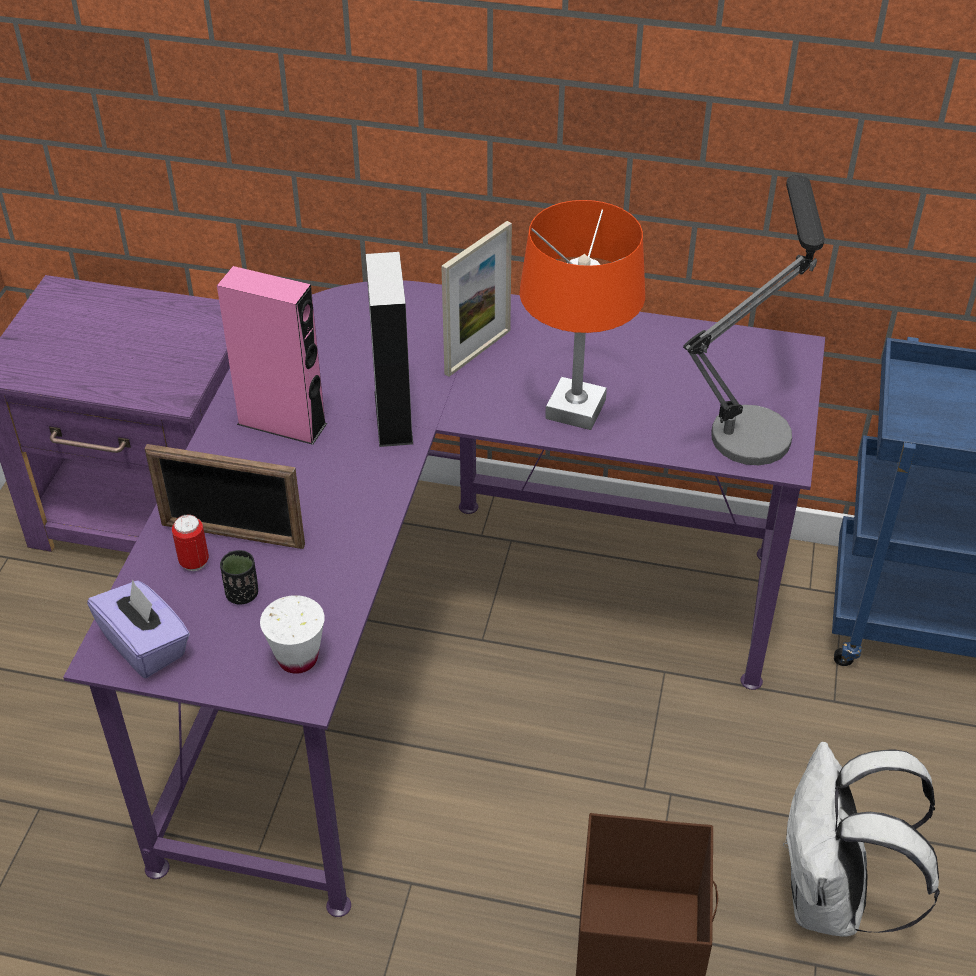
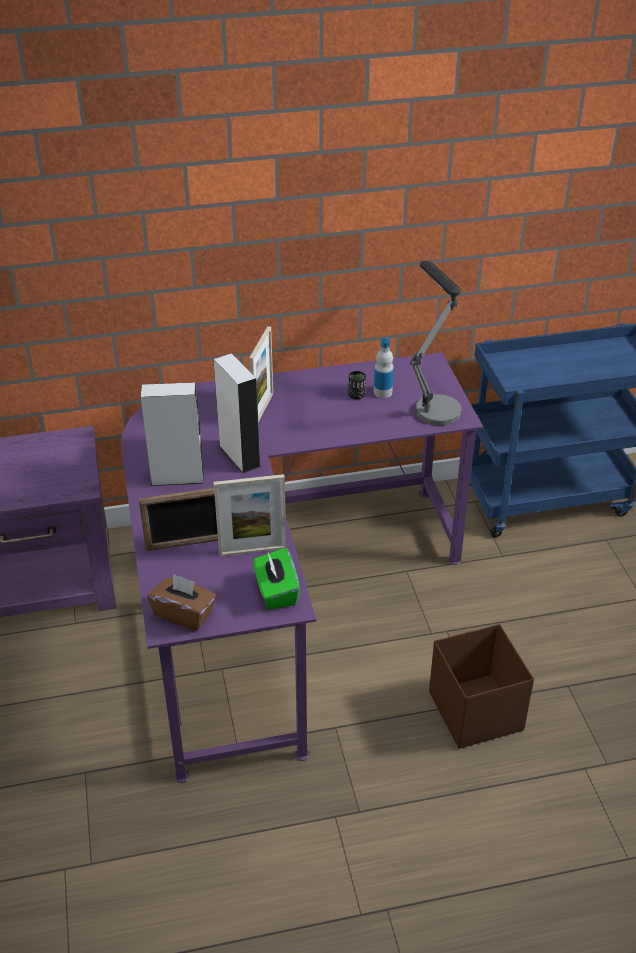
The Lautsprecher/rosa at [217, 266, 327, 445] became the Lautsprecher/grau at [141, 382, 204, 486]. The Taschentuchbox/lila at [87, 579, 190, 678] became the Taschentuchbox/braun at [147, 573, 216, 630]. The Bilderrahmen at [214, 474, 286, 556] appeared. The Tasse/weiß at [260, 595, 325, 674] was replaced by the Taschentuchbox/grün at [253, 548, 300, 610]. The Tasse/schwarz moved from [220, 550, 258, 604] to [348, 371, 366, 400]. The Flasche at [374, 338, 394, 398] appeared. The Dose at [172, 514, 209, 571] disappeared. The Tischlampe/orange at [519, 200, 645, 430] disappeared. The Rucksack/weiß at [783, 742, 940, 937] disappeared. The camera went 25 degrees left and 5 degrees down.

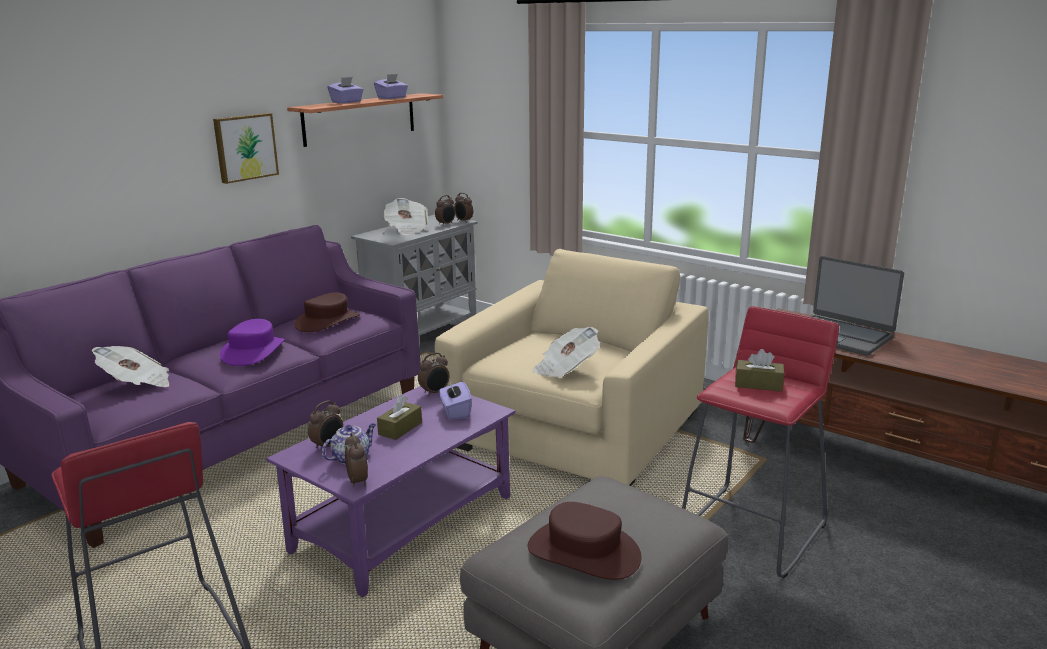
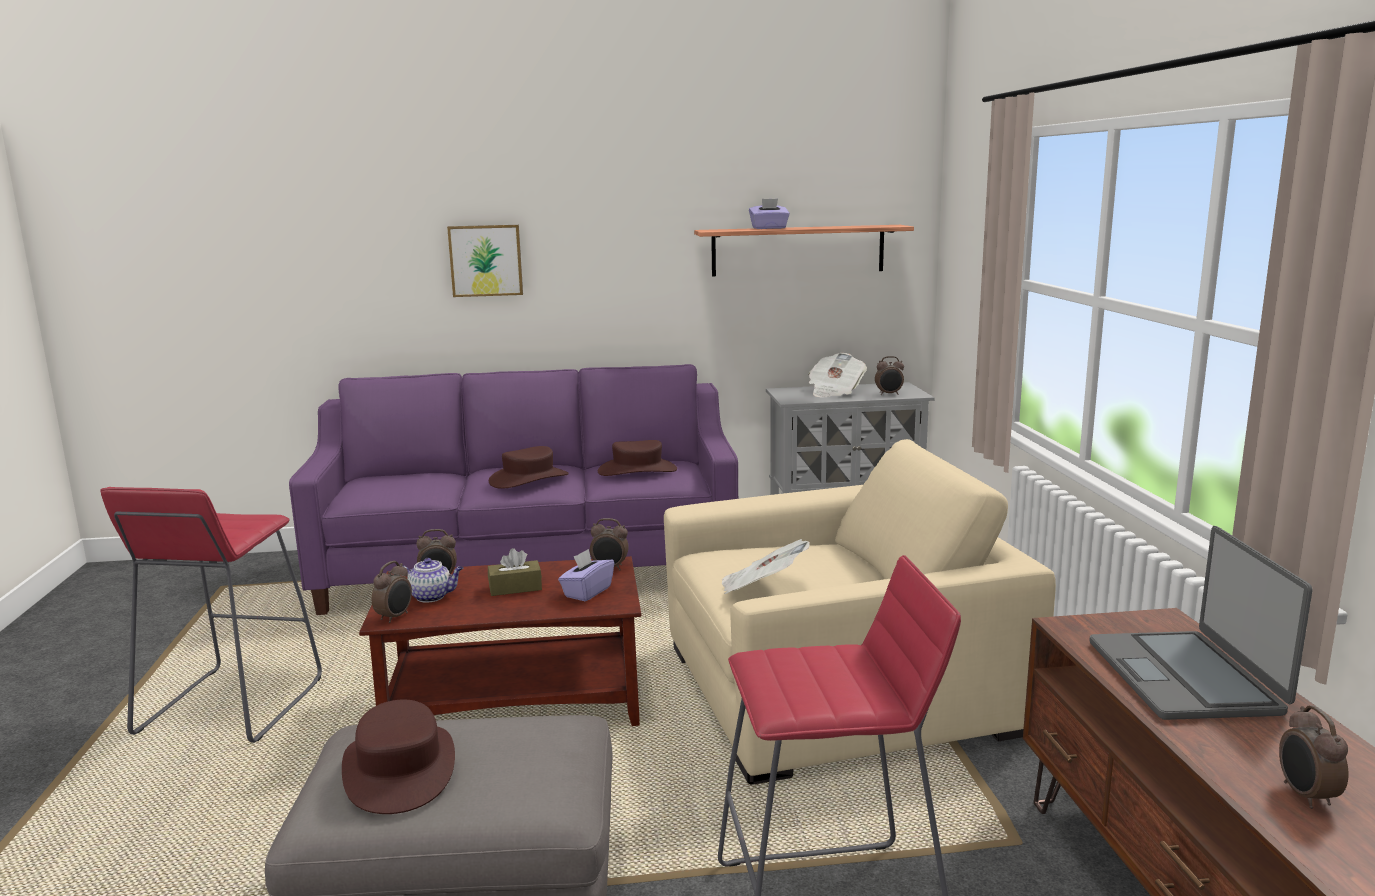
The Couchtisch/lila at [266, 386, 516, 597] became the Couchtisch/braun at [359, 556, 641, 726]. The Bild moved from [213, 113, 279, 184] to [447, 225, 523, 297]. The Hut/lila at [220, 319, 284, 366] became the Hut/braun at [489, 446, 569, 489]. The Wecker moved from [454, 193, 473, 223] to [1279, 705, 1348, 809]. The Zeitung at [92, 346, 169, 387] disappeared. The Taschentuchbox/lila at [374, 74, 408, 99] disappeared. The Taschentuchbox/braun at [735, 349, 784, 392] disappeared. The camera went 45 degrees right and 5 degrees down.

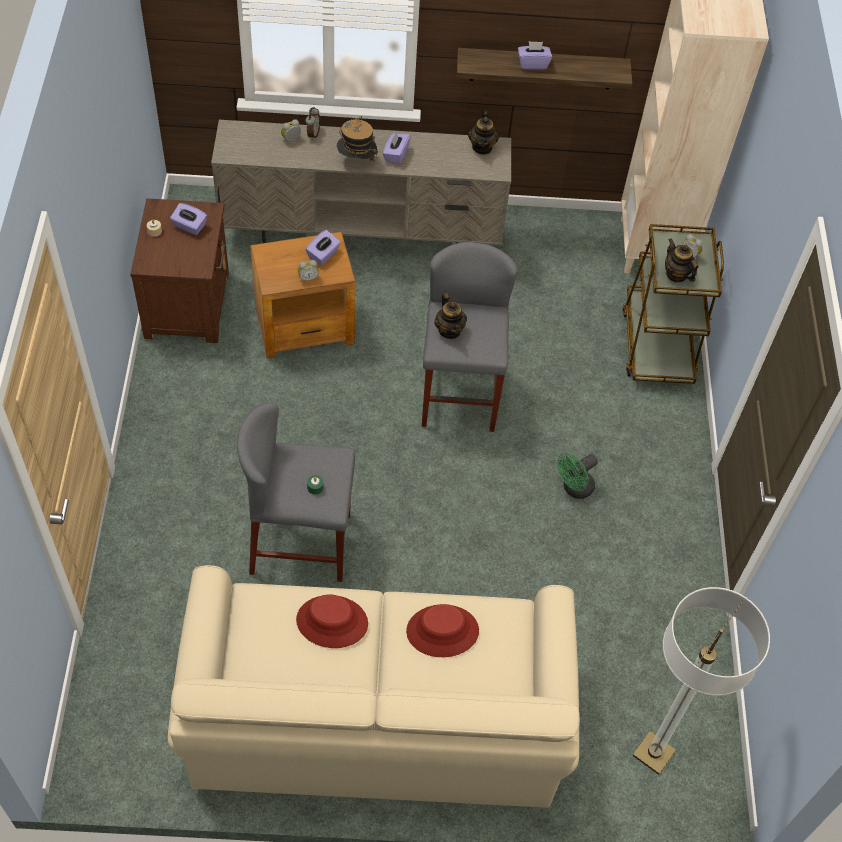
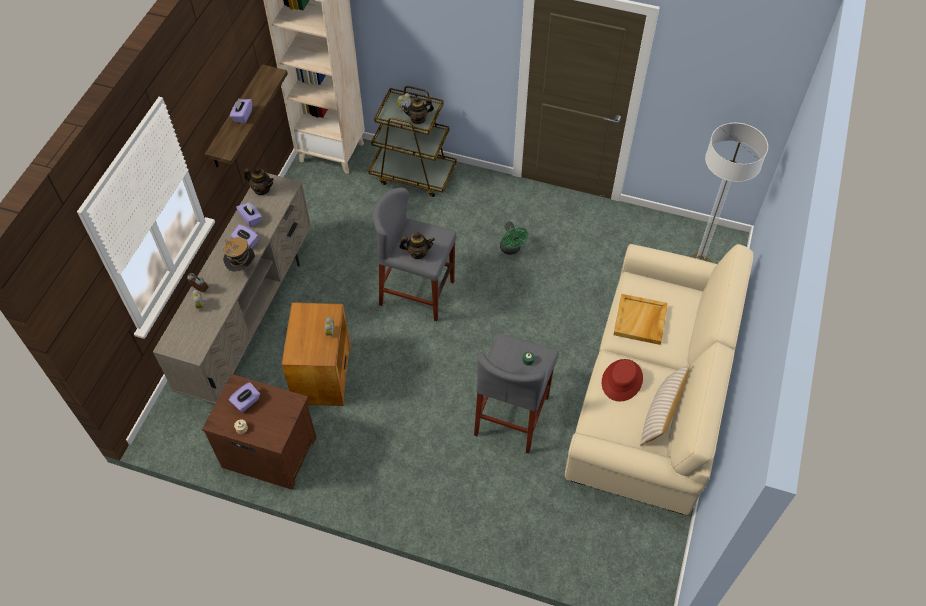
The Taschentuchbox/lila moved from [306, 230, 341, 265] to [236, 202, 262, 227]. The Hut/rot at [406, 604, 479, 657] was replaced by the Tablett/beige at [613, 294, 668, 345]. The Kissen/beige at [640, 364, 690, 446] appeared. The camera went 70 degrees left and 0 degrees up.

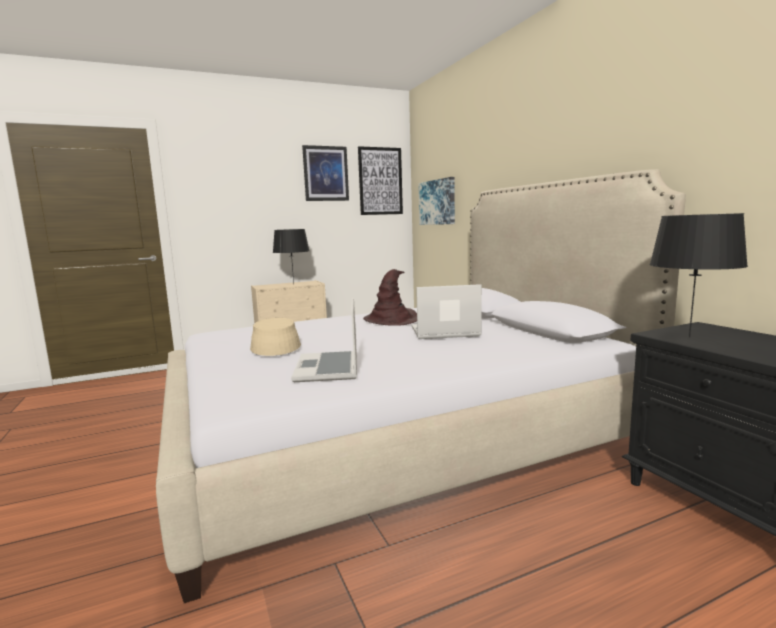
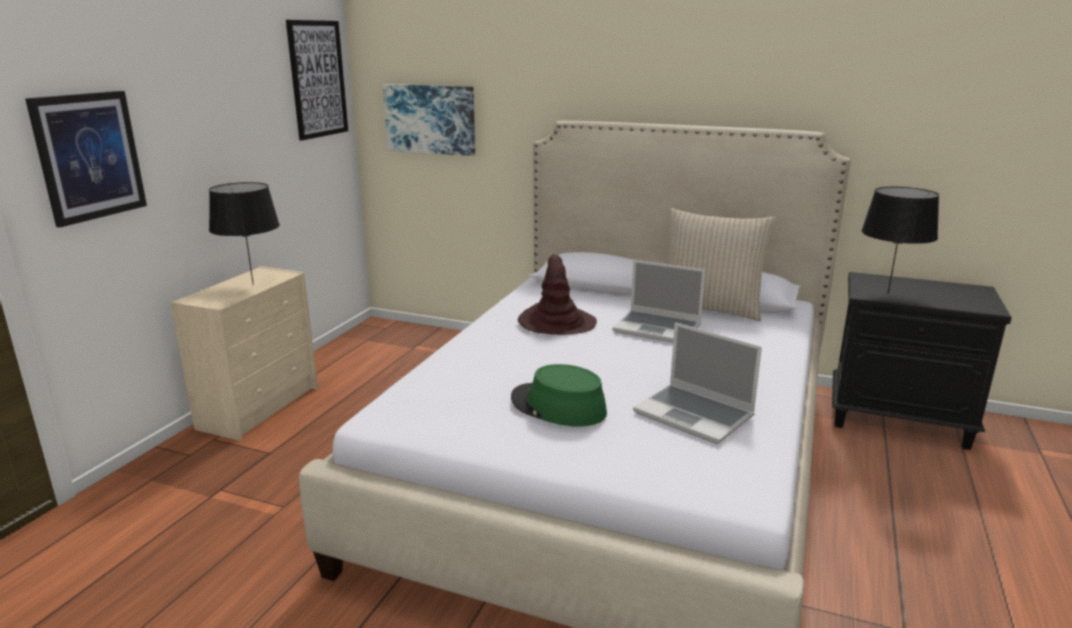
The Bild moved from [302, 145, 349, 201] to [25, 91, 147, 227]. The Hut/beige at [250, 318, 301, 356] became the Hut/grün at [511, 364, 607, 427]. The Laptop at [412, 284, 482, 339] turned 105 degrees counterclockwise. The Kissen/beige at [667, 208, 776, 321] appeared. The camera went 45 degrees left and 10 degrees up.

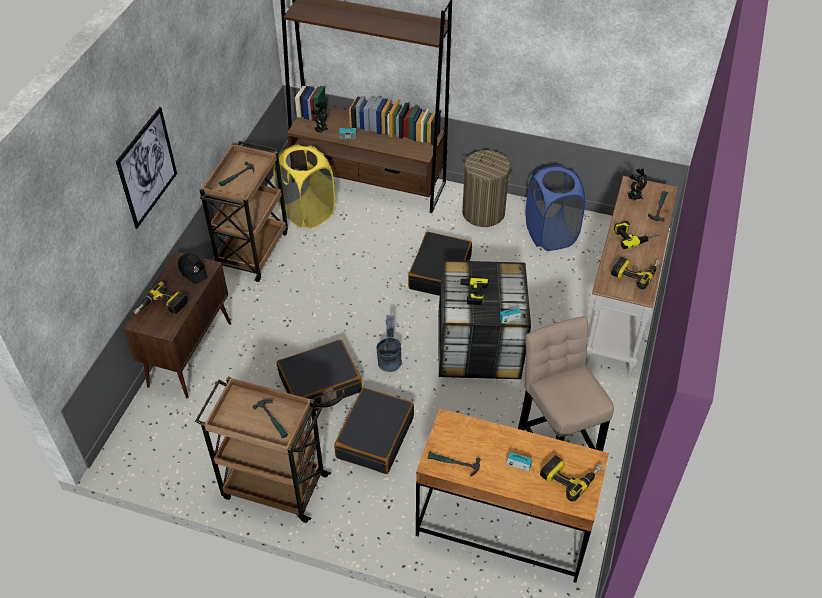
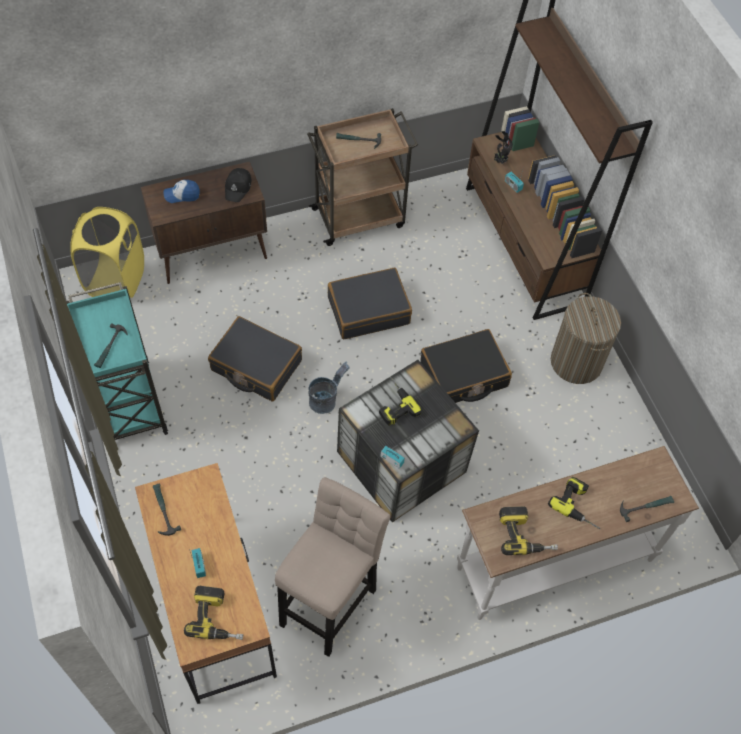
The Rollwagen/braun at [195, 376, 331, 523] became the Rollwagen/türkis at [66, 282, 168, 440]. The Wäschekorb/gelb moved from [273, 145, 335, 228] to [70, 207, 144, 298]. The Bohrmaschine at [133, 282, 188, 314] was replaced by the Kappe at [163, 180, 200, 203]. The Koffer/schwarz moved from [334, 388, 414, 474] to [328, 268, 412, 339]. The Bild at [116, 107, 177, 229] disappeared. The Wäschekorb/blau at [526, 165, 585, 251] disappeared. The Topfpflanze at [628, 168, 647, 200] disappeared. The camera went 50 degrees right and 10 degrees up.

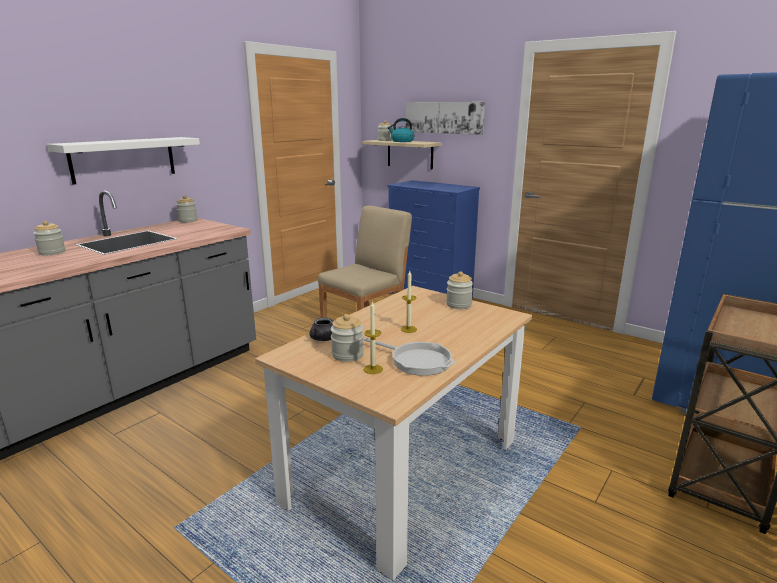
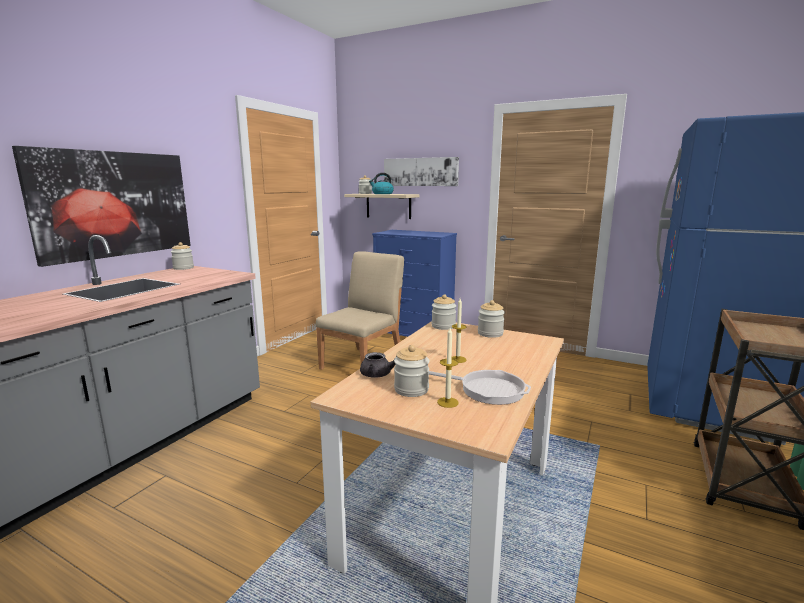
The Wandregal/weiß at [47, 137, 200, 185] was replaced by the Bild at [12, 146, 191, 267]. The Vorratsglas moved from [33, 221, 65, 255] to [431, 294, 456, 330]. The camera went 10 degrees left and 5 degrees down.

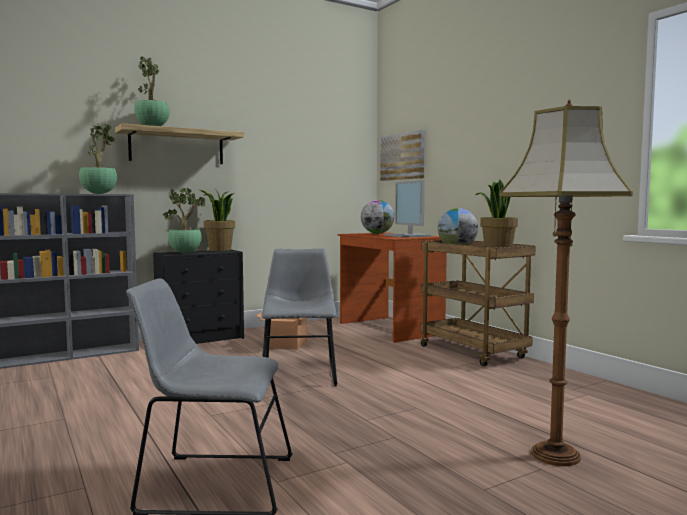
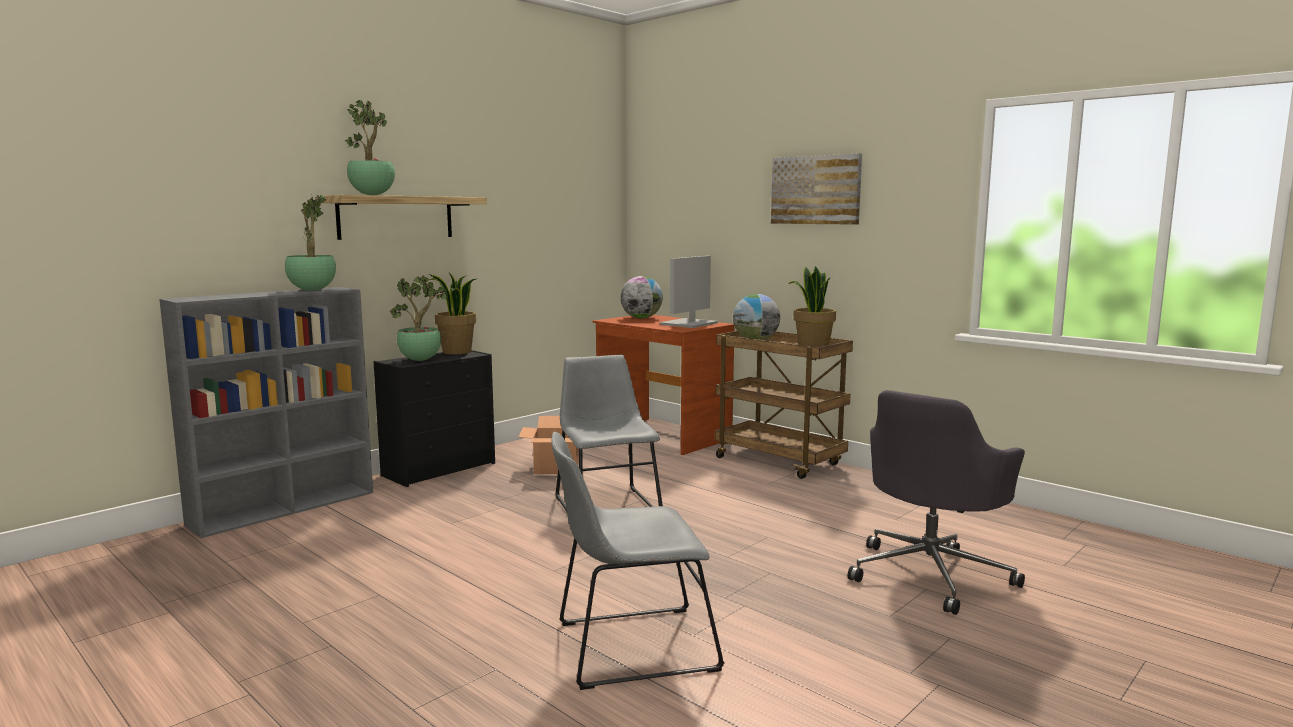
The Monitor at [384, 180, 431, 238] turned 75 degrees clockwise. The Bild moved from [380, 130, 425, 181] to [771, 153, 862, 225]. The Stehlampe at [499, 99, 633, 466] was replaced by the Bürostuhl/grau at [848, 390, 1025, 615]. The camera went 15 degrees left and 5 degrees up.

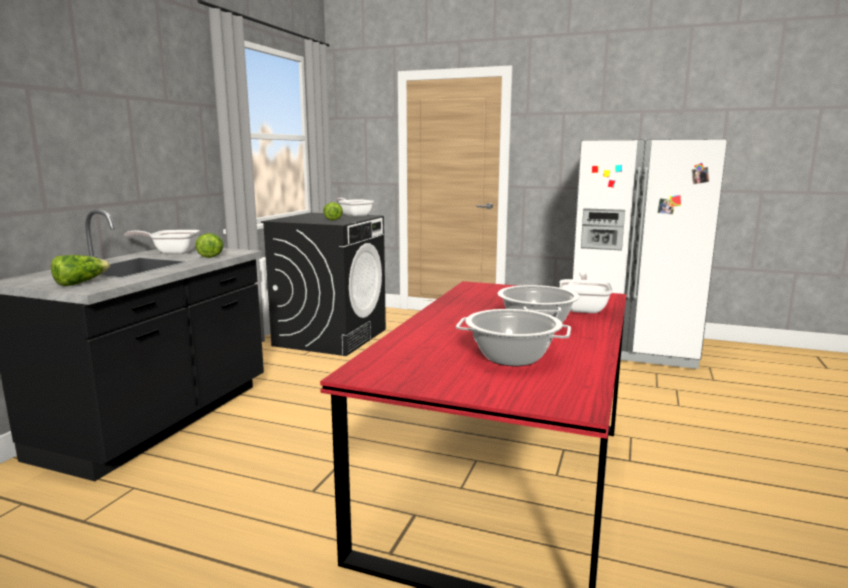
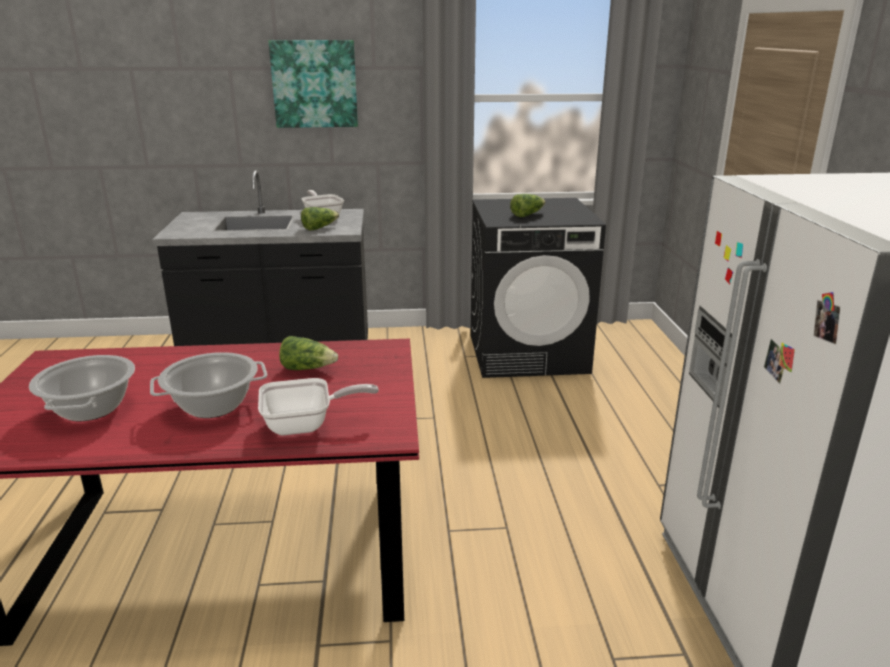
The Bild at [269, 40, 358, 128] appeared. The Salatkopf moved from [51, 255, 110, 286] to [279, 336, 338, 370]. The Pfanne at [335, 198, 374, 217] disappeared. The camera went 65 degrees right and 10 degrees up.

